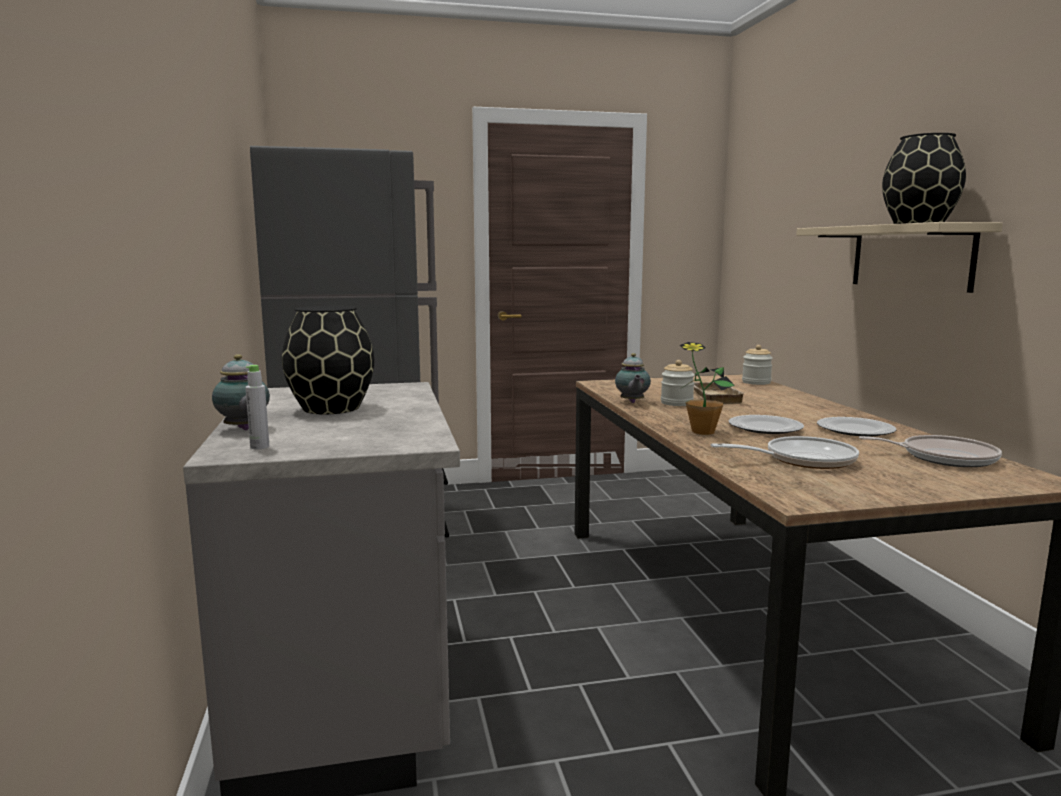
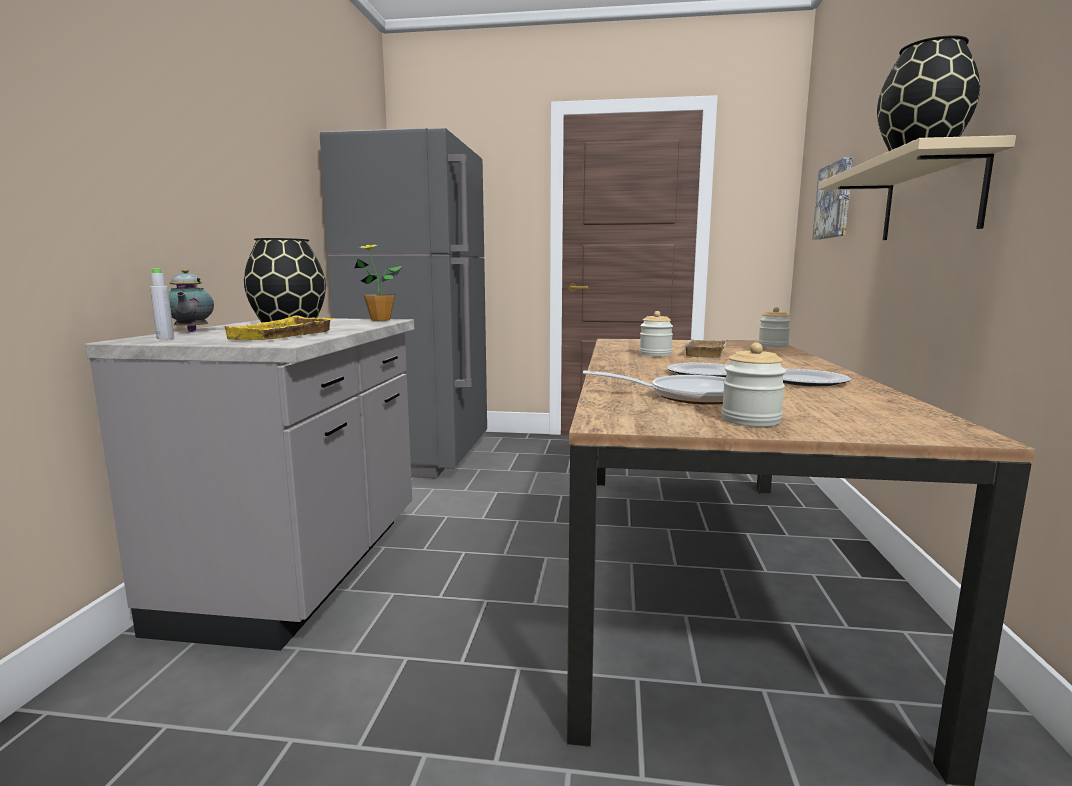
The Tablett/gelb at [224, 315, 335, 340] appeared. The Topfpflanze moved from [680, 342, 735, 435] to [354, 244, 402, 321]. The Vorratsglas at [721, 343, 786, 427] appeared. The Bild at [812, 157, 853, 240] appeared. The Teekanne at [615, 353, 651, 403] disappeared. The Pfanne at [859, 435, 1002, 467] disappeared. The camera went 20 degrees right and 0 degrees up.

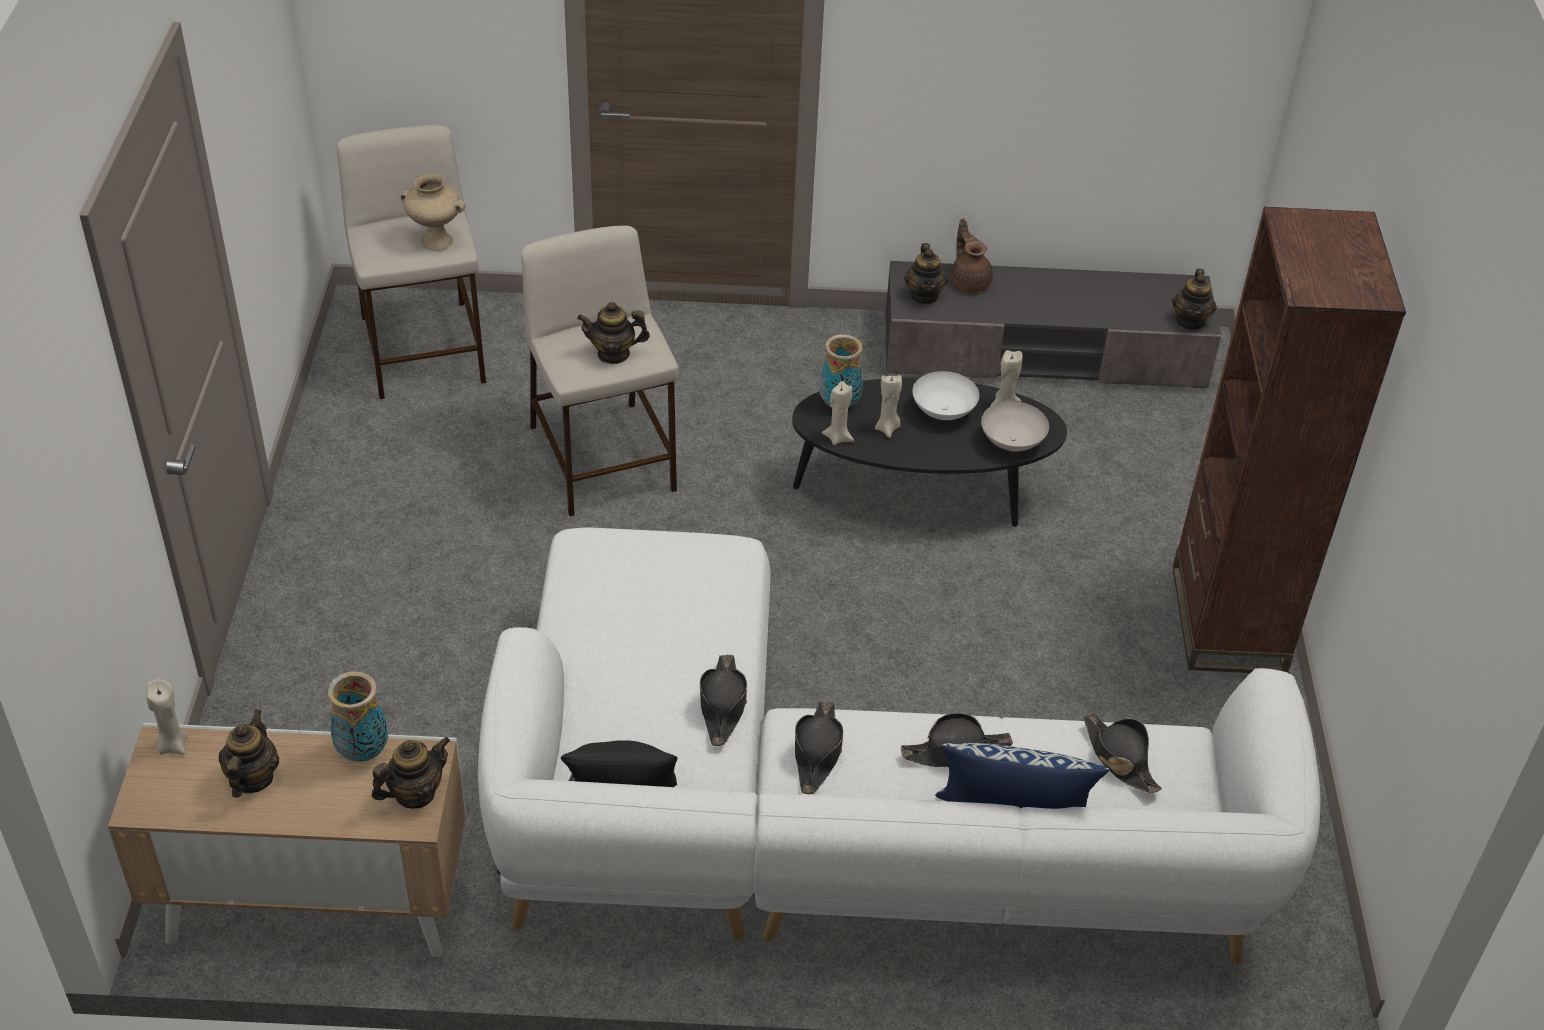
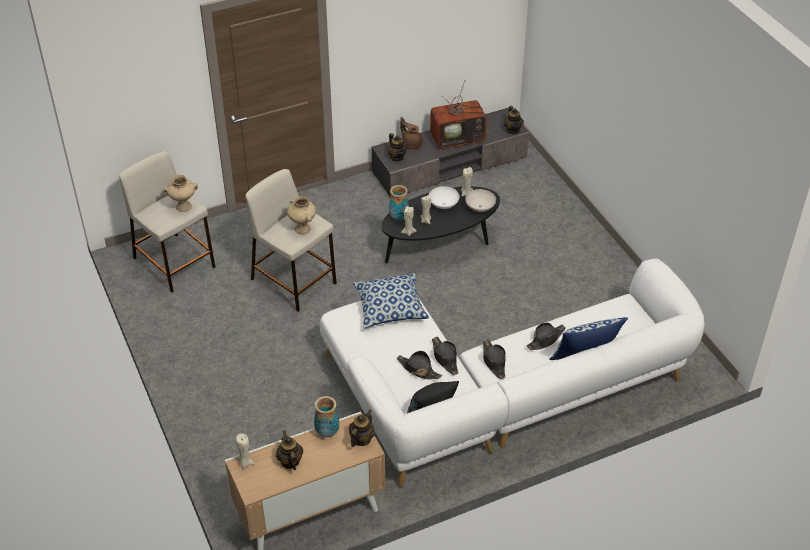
The Teekanne at [577, 302, 650, 364] was replaced by the Vase/beige at [287, 196, 316, 235]. The Kissen at [353, 273, 429, 328] appeared. The Hut/schwarz moved from [1083, 712, 1162, 793] to [397, 351, 442, 379]. The Fernseher at [430, 81, 489, 149] appeared. The Bücherregal/braun at [1172, 207, 1406, 673] disappeared. The camera went 25 degrees left and 0 degrees up.

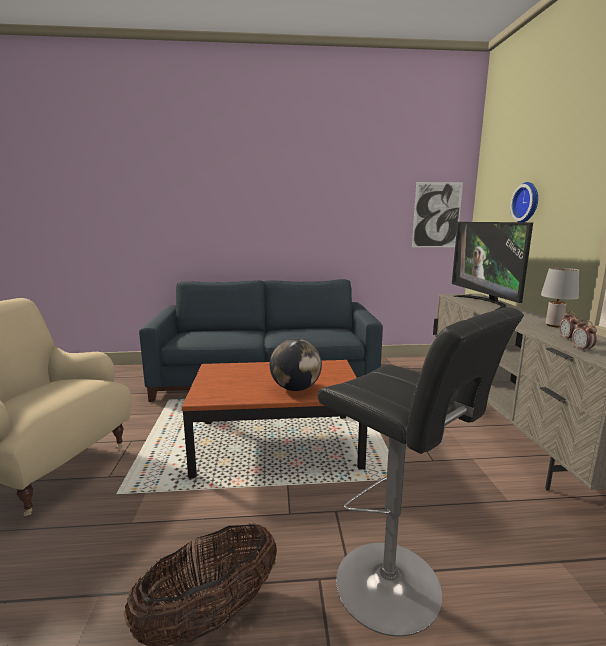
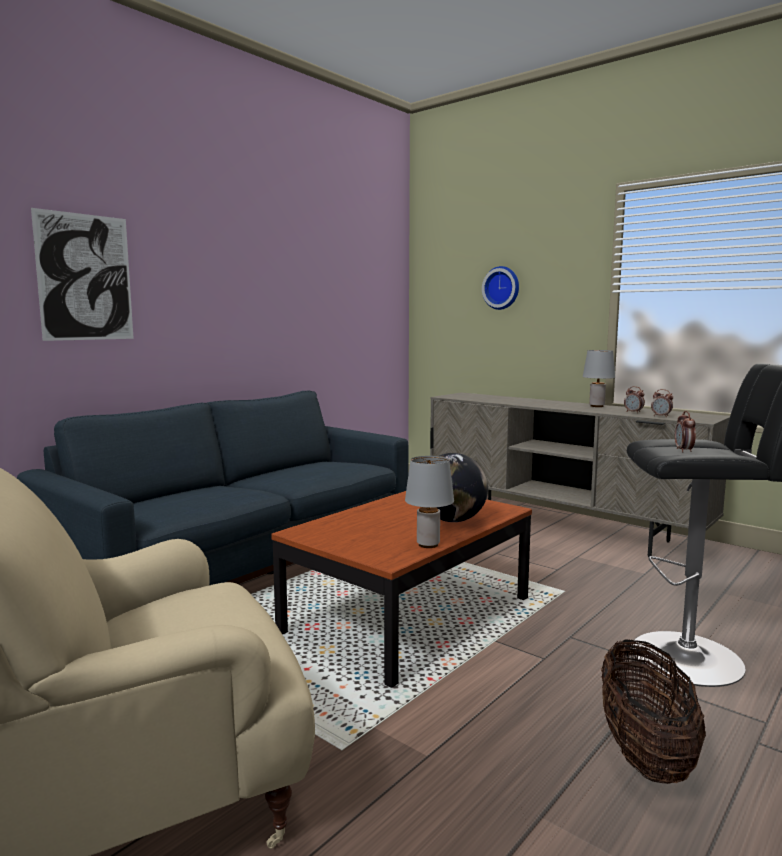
The Bild moved from [412, 182, 463, 247] to [31, 208, 134, 341]. The Tischlampe/grau at [405, 456, 454, 548] appeared. The Wecker at [675, 411, 696, 453] appeared. The Fernseher at [452, 222, 533, 310] disappeared. The camera went 45 degrees left and 5 degrees down.

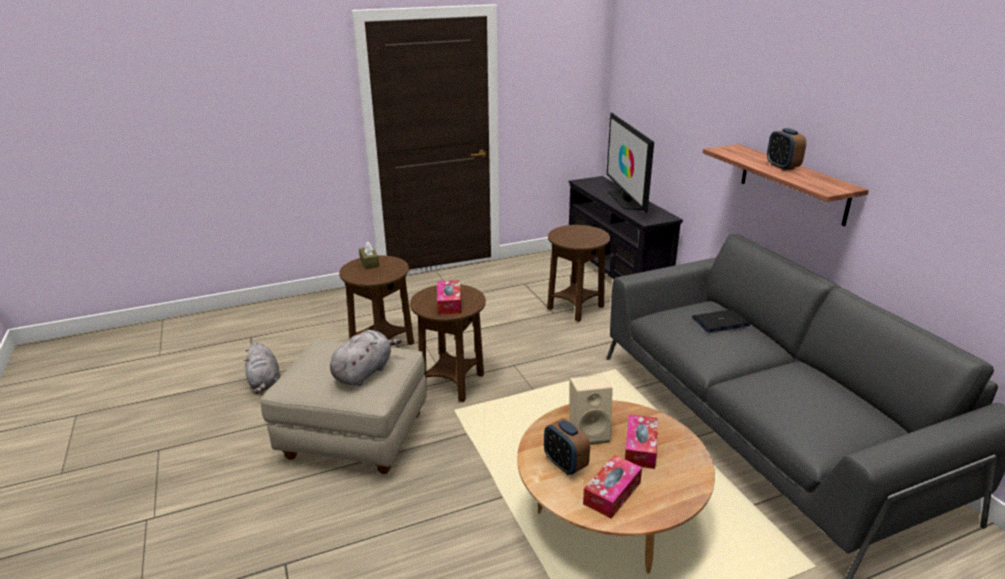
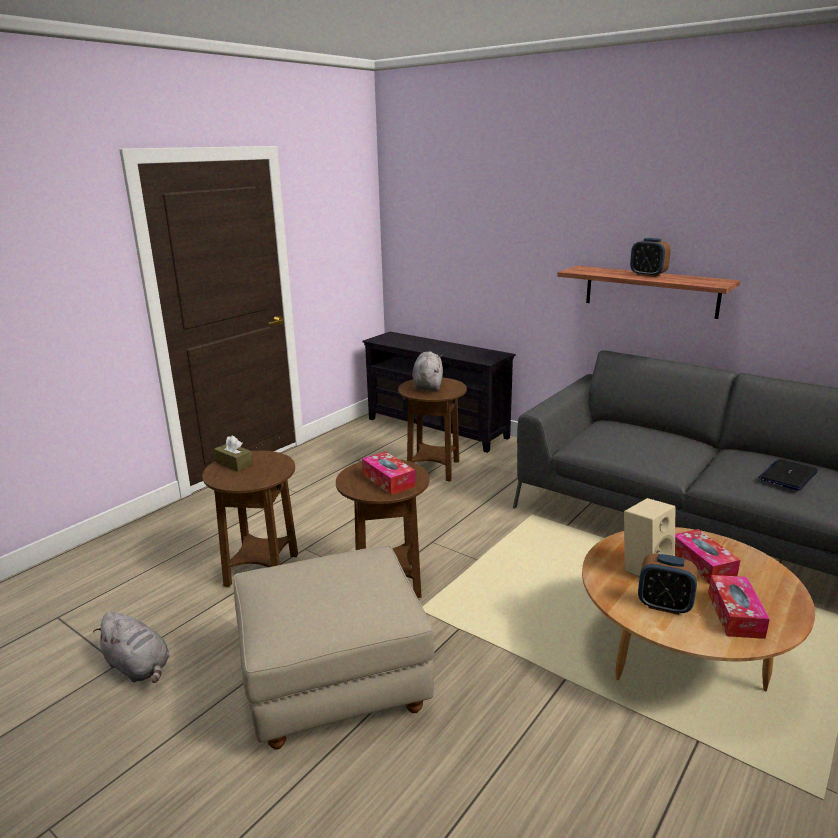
The Plüschtier/grau moved from [330, 330, 402, 386] to [412, 351, 443, 391]. The Laptop moved from [692, 309, 750, 333] to [758, 459, 818, 490]. The Fernseher at [607, 113, 654, 213] disappeared. The camera went 30 degrees left and 5 degrees down.

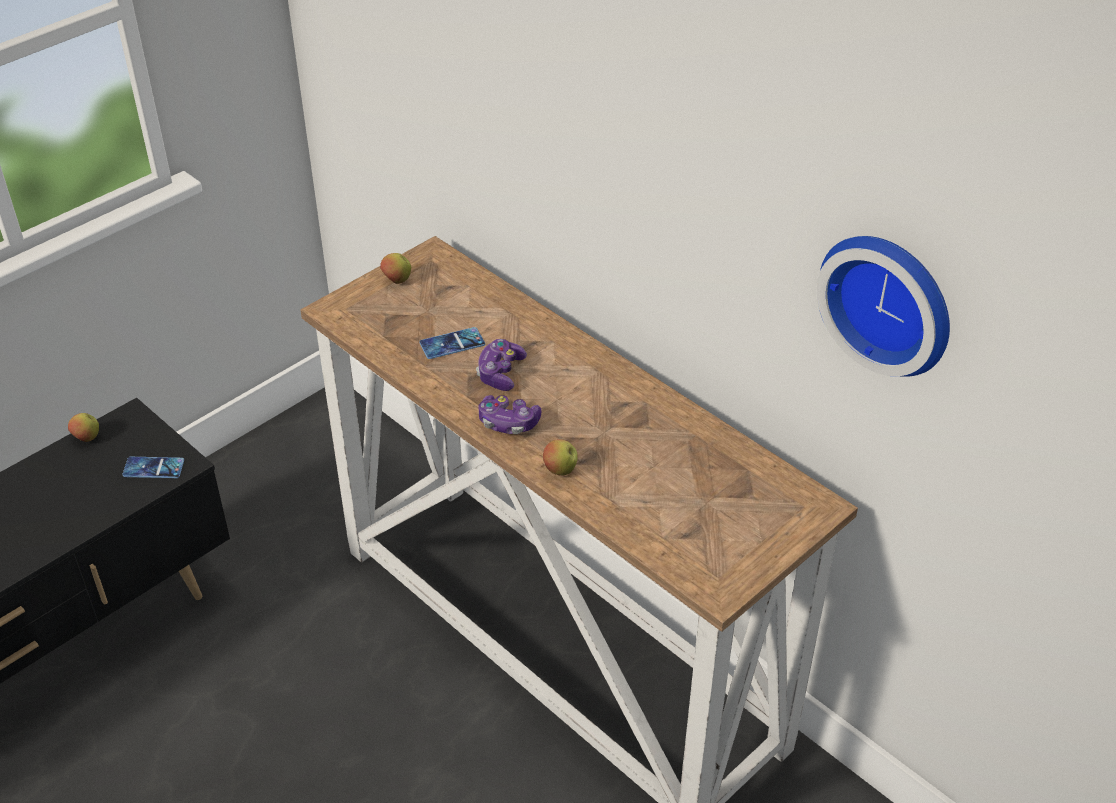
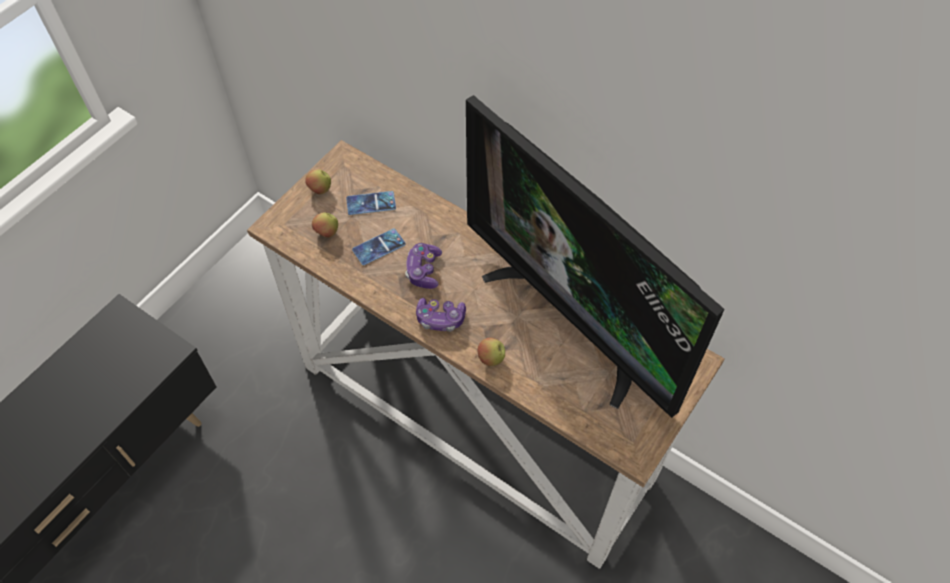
The Apfel moved from [68, 413, 99, 442] to [312, 212, 338, 238]. The Handy moved from [122, 457, 184, 478] to [346, 191, 396, 215]. The Fernseher at [466, 95, 725, 418] appeared. The Wanduhr at [817, 236, 950, 377] disappeared. The camera went 10 degrees left and 15 degrees up.

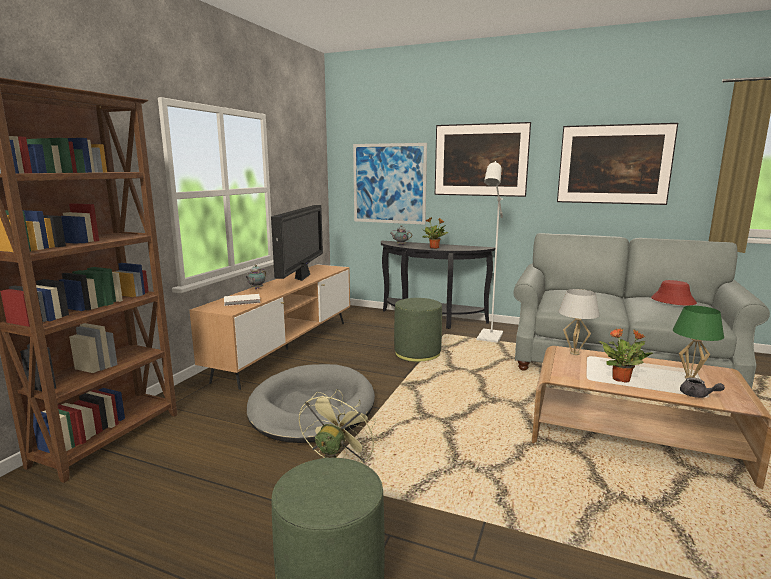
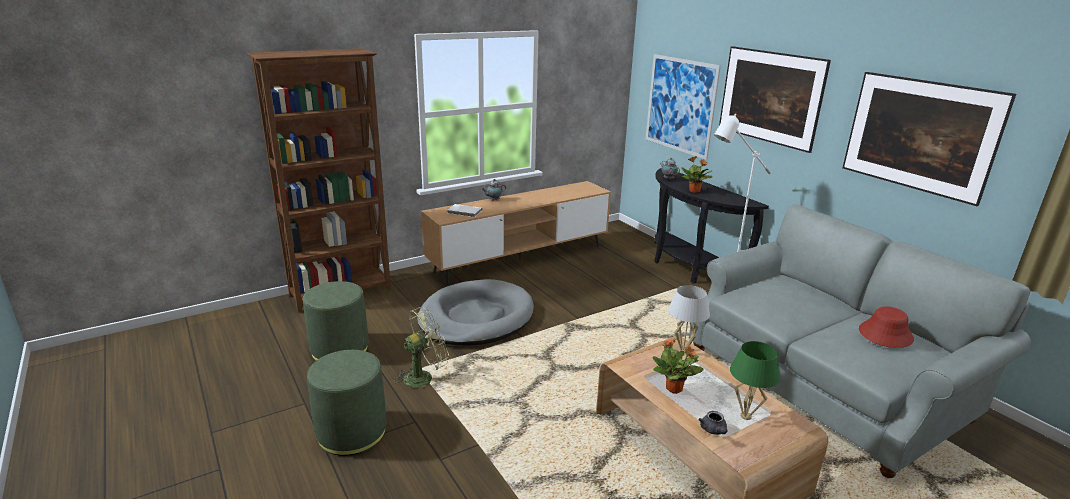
The Polsterhocker/grün moved from [394, 298, 442, 362] to [303, 281, 368, 361]. The Fernseher at [271, 205, 323, 281] disappeared. The camera went 35 degrees right and 10 degrees up.

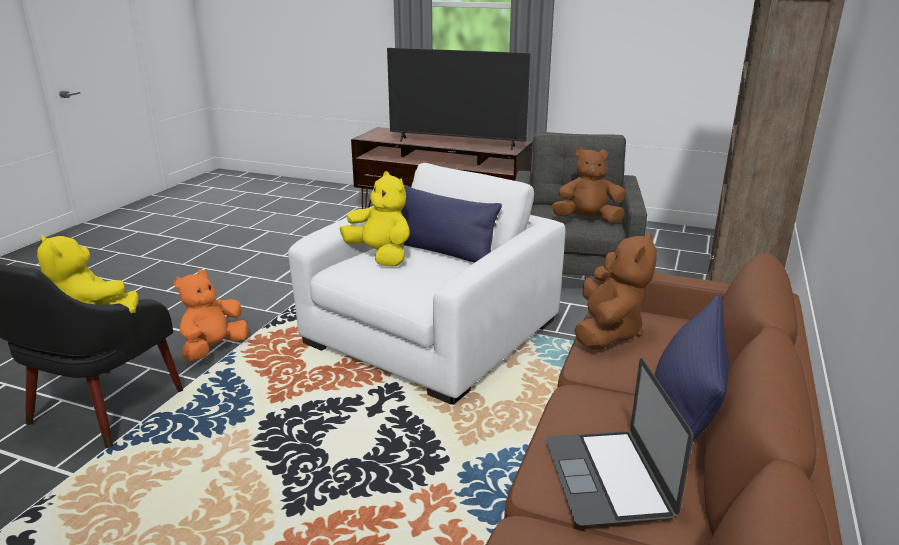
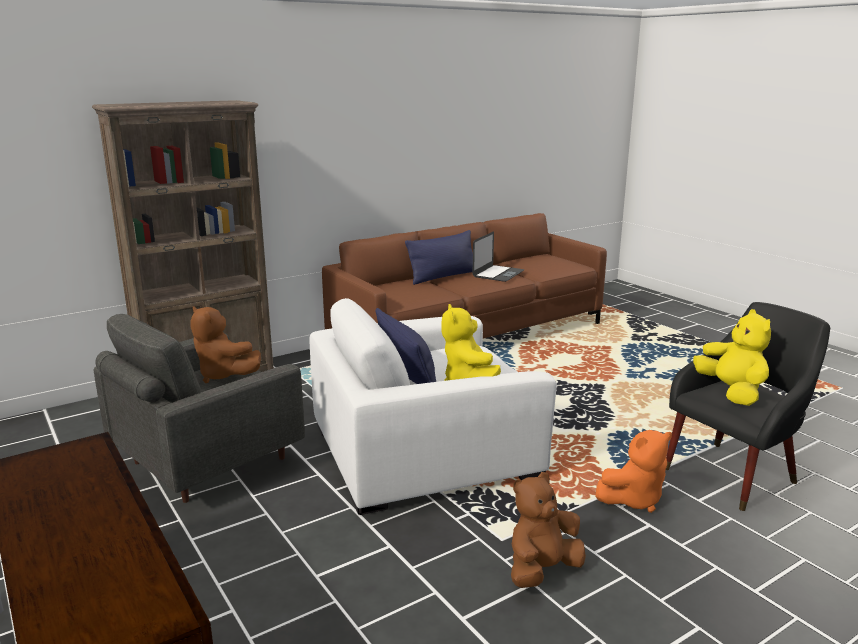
The Plüschtier/braun moved from [574, 232, 657, 350] to [511, 472, 586, 588]. The Fernseher at [387, 48, 530, 150] disappeared. The camera went 145 degrees left and 5 degrees down.

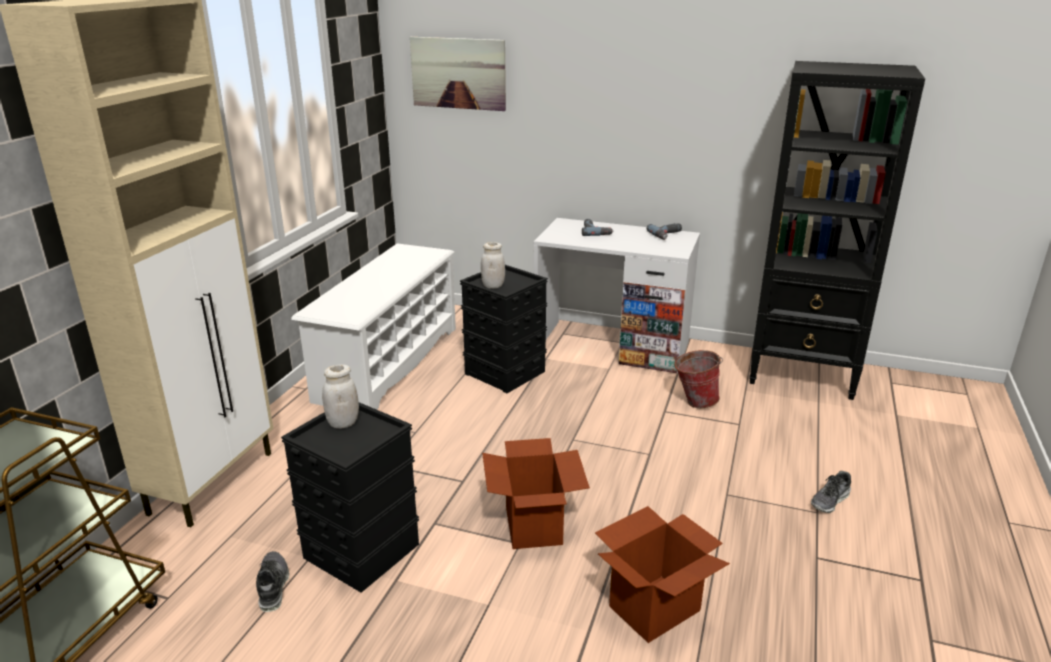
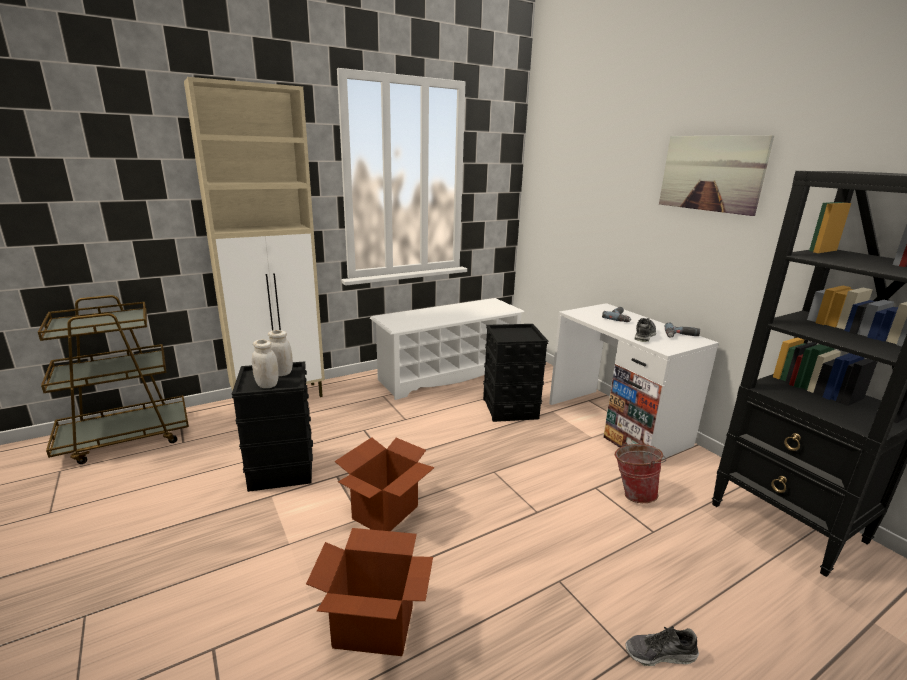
The Vorratsglas/weiß moved from [481, 242, 505, 289] to [252, 339, 279, 388]. The Schuh moved from [256, 551, 289, 612] to [634, 318, 656, 342]. The Bild moved from [410, 37, 506, 111] to [659, 135, 774, 216]. The camera went 40 degrees right and 5 degrees down.

